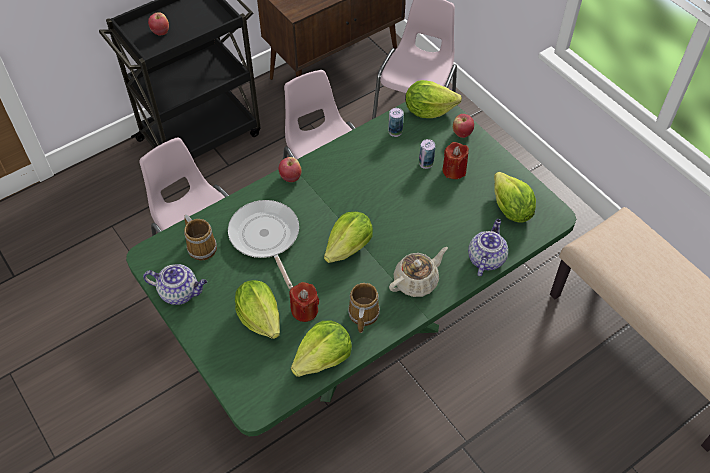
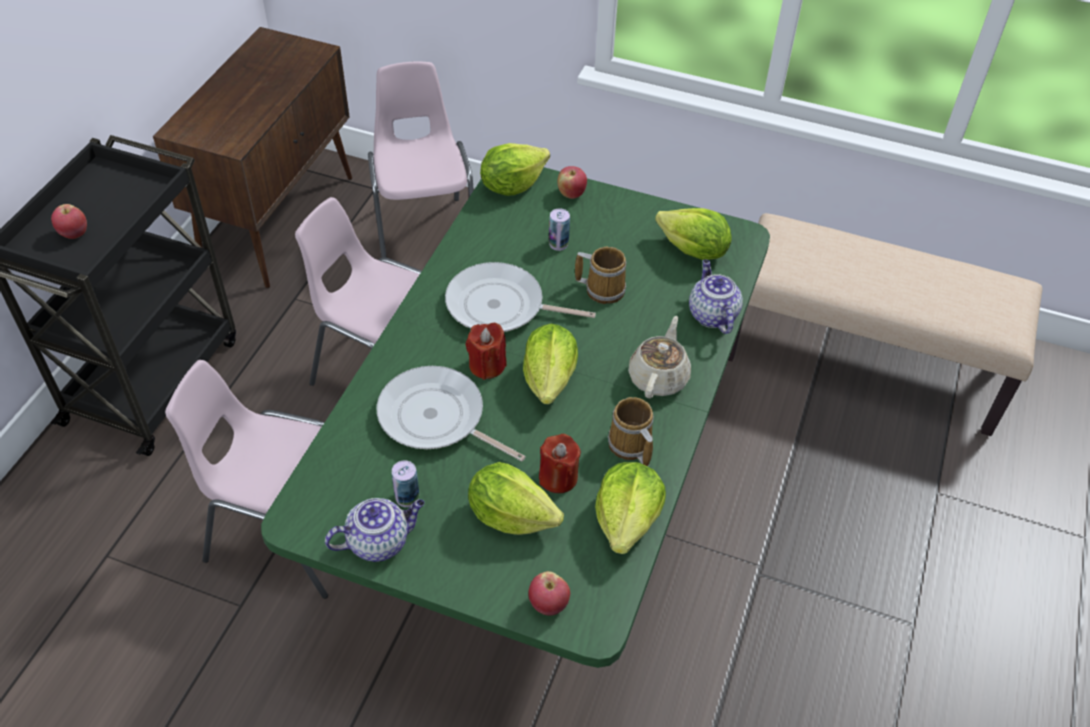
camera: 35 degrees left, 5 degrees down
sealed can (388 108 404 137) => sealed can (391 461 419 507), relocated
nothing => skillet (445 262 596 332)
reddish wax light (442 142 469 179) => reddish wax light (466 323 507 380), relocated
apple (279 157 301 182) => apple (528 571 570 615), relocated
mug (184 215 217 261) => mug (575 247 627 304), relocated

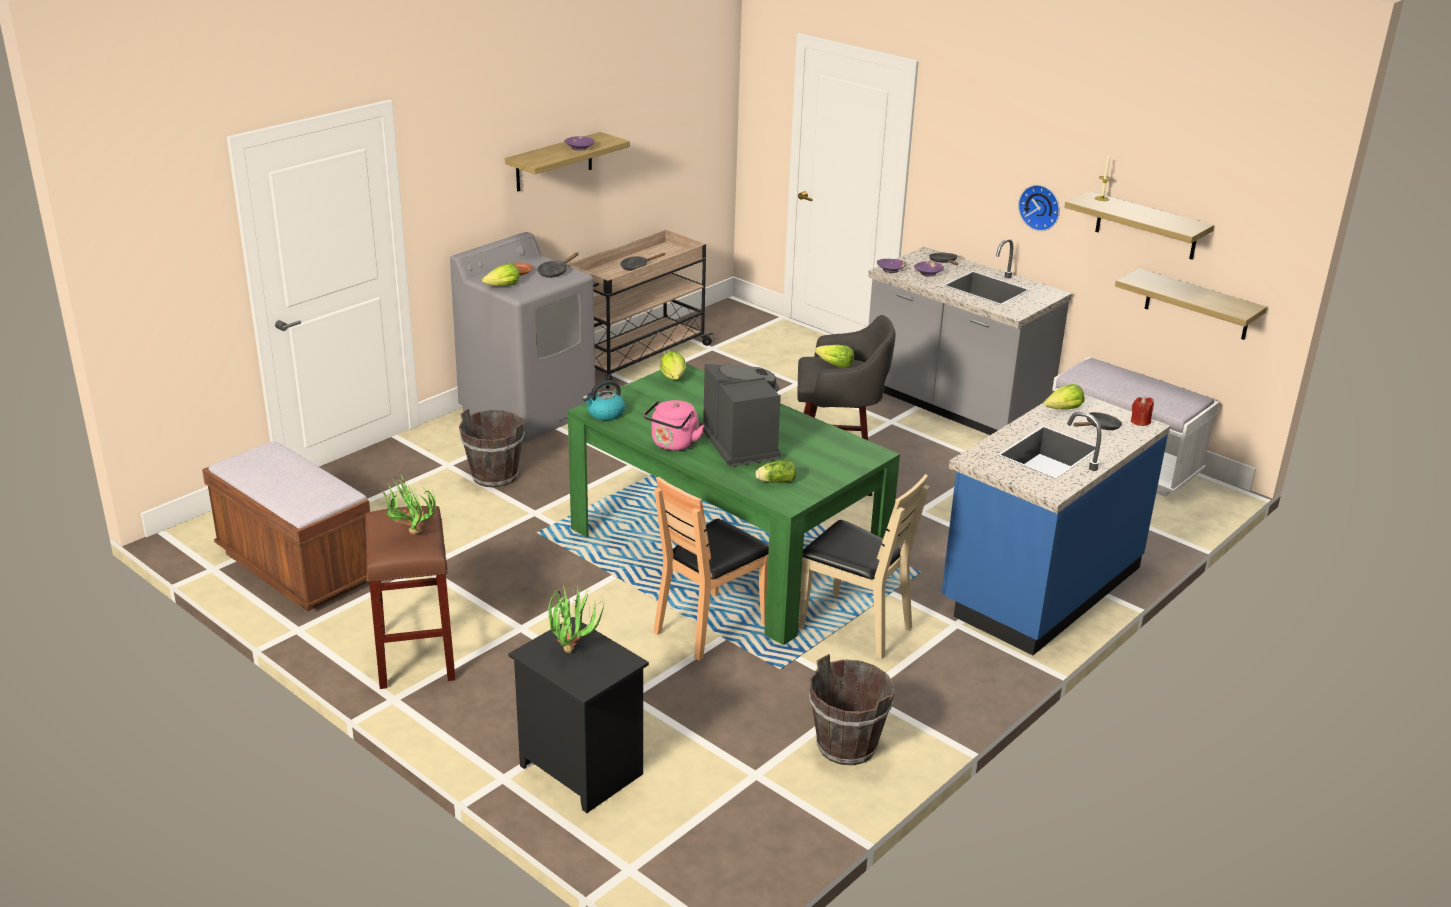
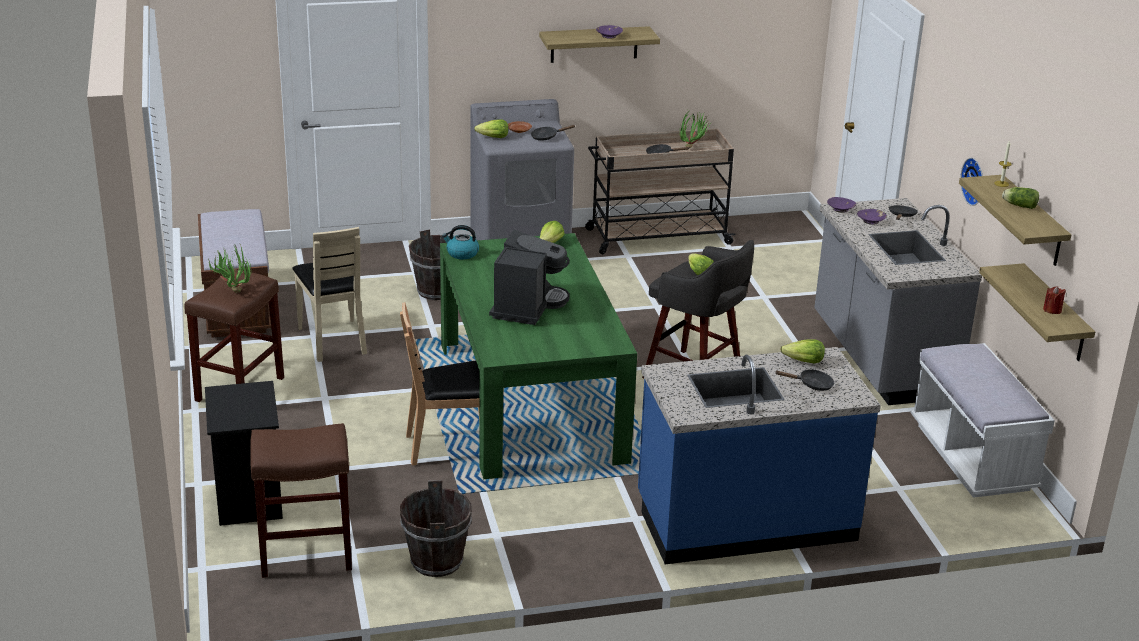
camera: 35 degrees right, 0 degrees up
nothing => brown stool seat (250 423 352 578)
beige-coloured chair (798 474 929 659) => beige-coloured chair (293 227 367 362), relocated
houseplant (548 585 605 653) => houseplant (679 111 709 148), relocated
head of lettuce (756 460 796 483) => head of lettuce (1002 187 1039 209), relocated
reddish wax light (1131 397 1154 426) => reddish wax light (1043 286 1066 314), relocated
pink-coloured water kettle (644 400 705 451) => nothing

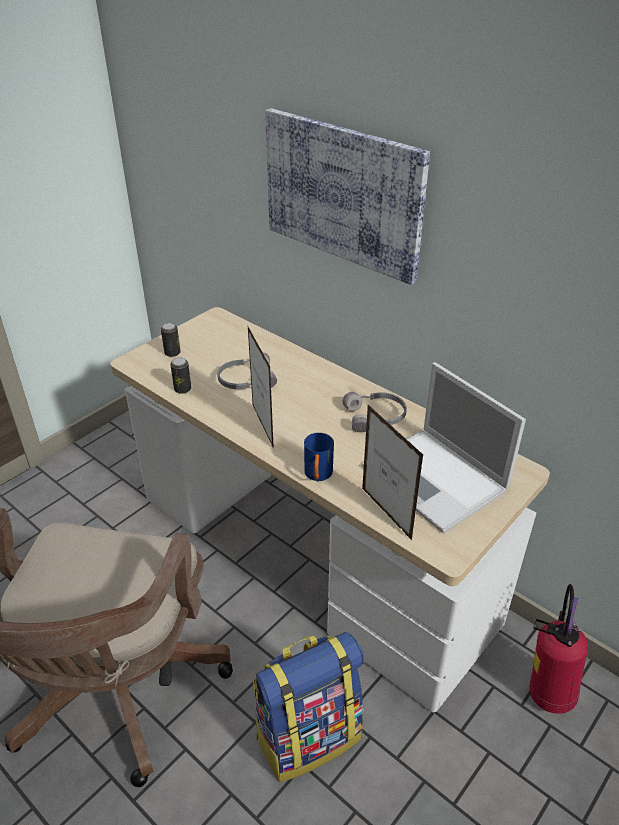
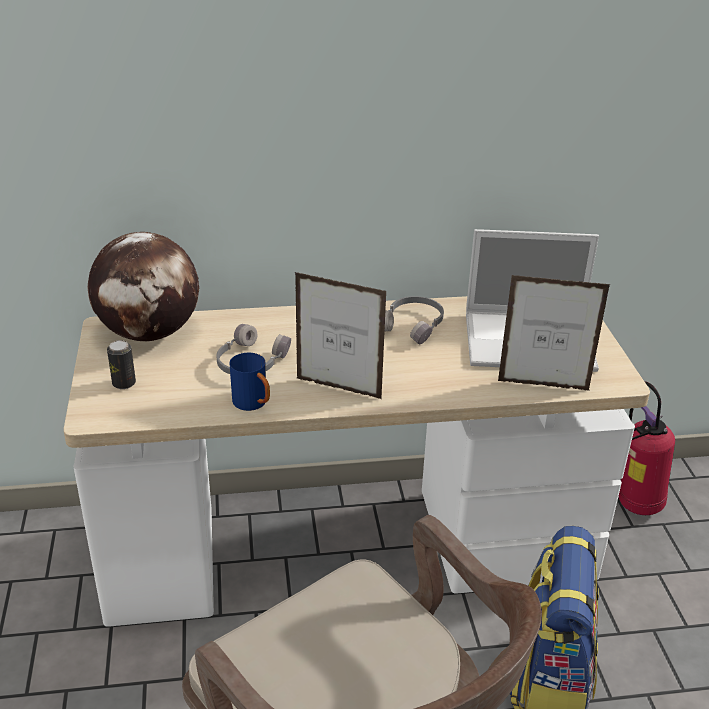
camera: 50 degrees left, 5 degrees down
nothing => world globe (88 232 199 341)
blue mug (304 433 334 481) => blue mug (229 353 270 411), relocated
sealed can (170 357 191 394) => nothing
wall art (265 108 430 285) => nothing

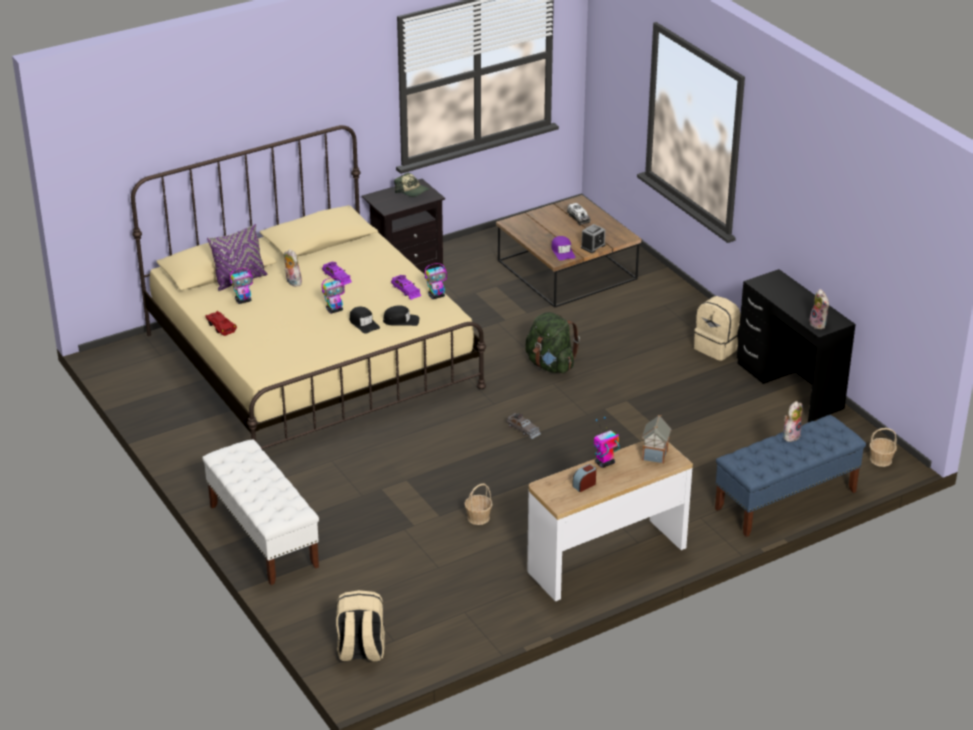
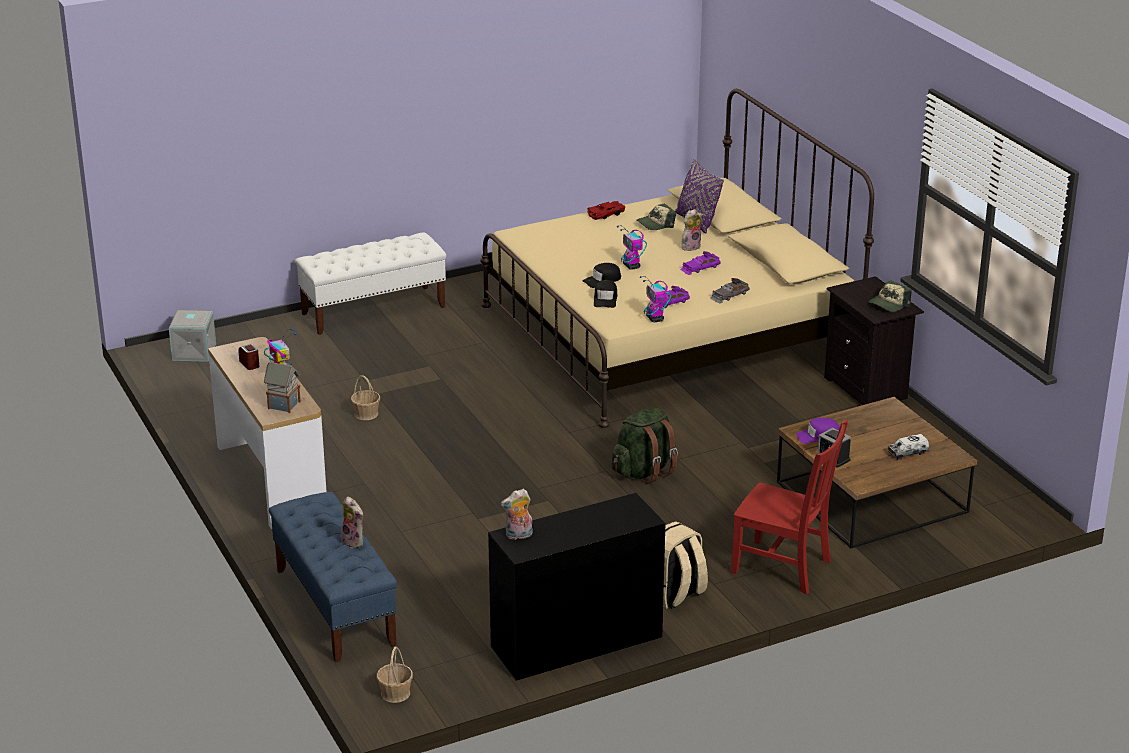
camera: 95 degrees right, 5 degrees down
beige-coloured rucksack (336 590 385 662) => gray storage box (169 310 216 362)
robot figure (230 268 253 304) => baseball cap (637 204 676 230)
gray toy car (506 413 541 439) => gray toy car (710 278 750 303), relocated
nothing => reddish chair (731 420 848 594)

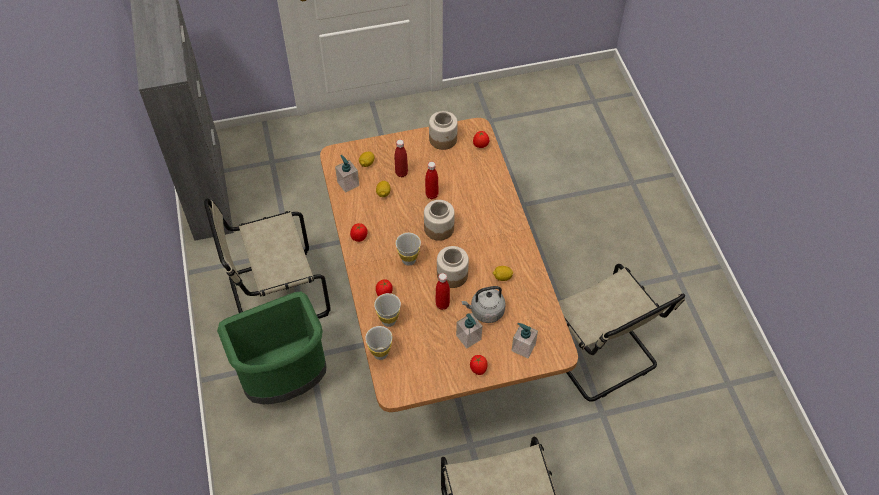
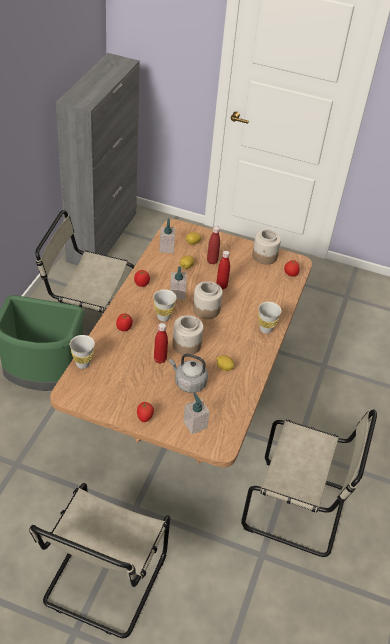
camera: 30 degrees right, 10 degrees down
soap bottle (456 313 482 349) => soap bottle (170 266 187 300), relocated
beige-coloured chair (558 264 685 402) => beige-coloured chair (241 409 377 557), 75 degrees counterclockwise
white-coloured small cup (374 293 401 327) => white-coloured small cup (258 302 281 334), relocated

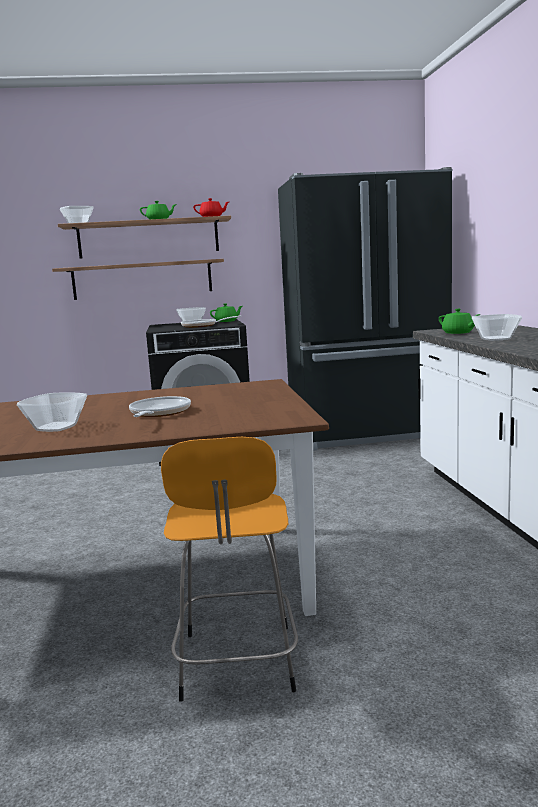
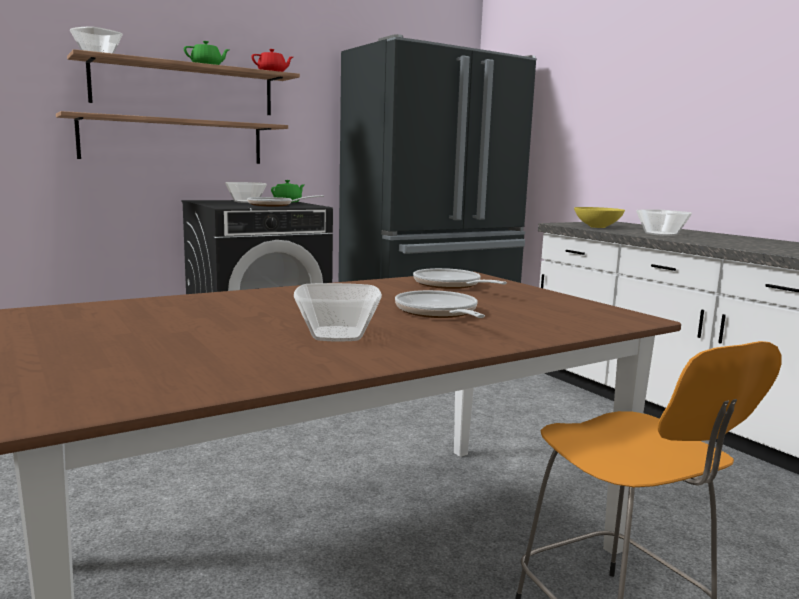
camera: 25 degrees left, 0 degrees up
nothing => skillet (413 268 507 289)
green teapot (439 309 481 334) => yellow-coloured deep dish (574 207 625 228)

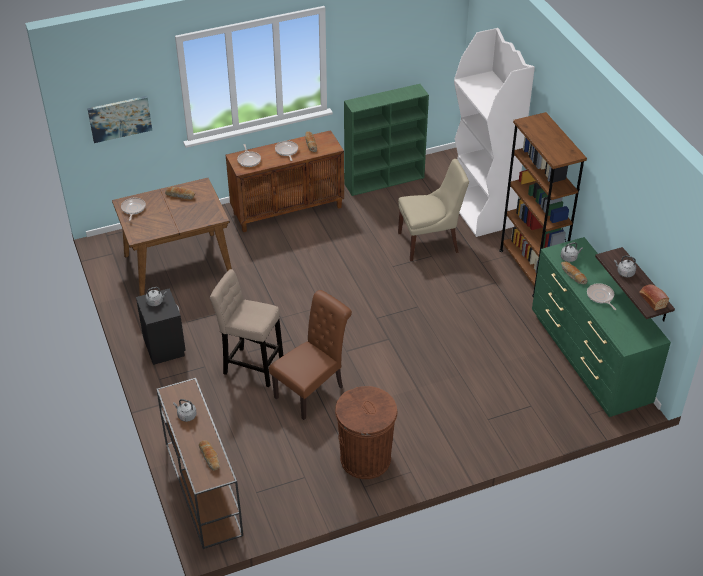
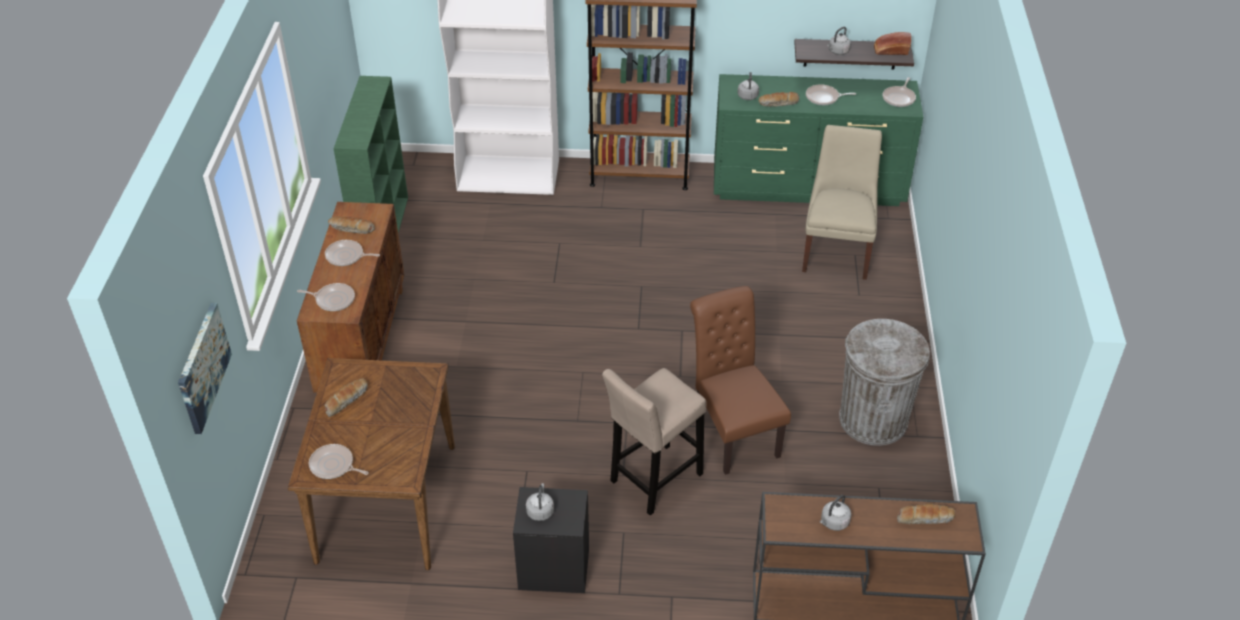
camera: 65 degrees left, 0 degrees up
beige-coloured chair (398 159 469 261) => beige-coloured chair (802 125 882 280), relocated
brown waste bin (335 386 397 479) => gray waste bin (839 319 930 446)
nothing => skillet (883 77 916 107)

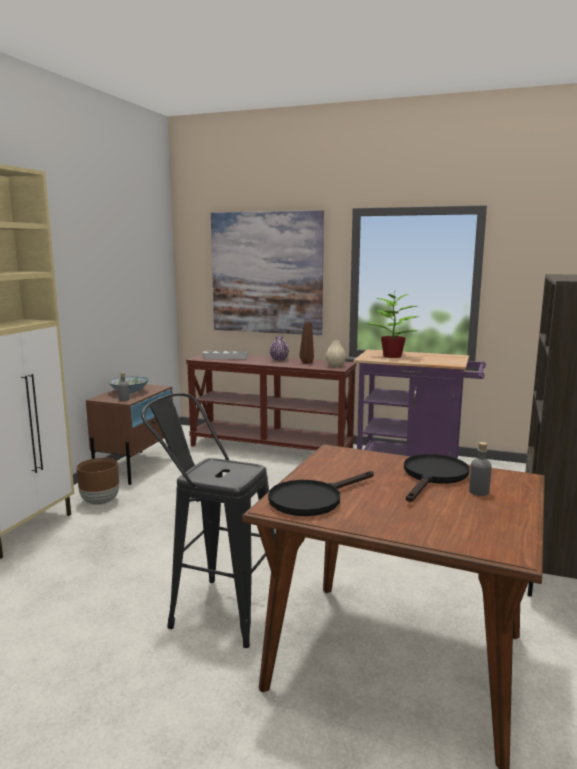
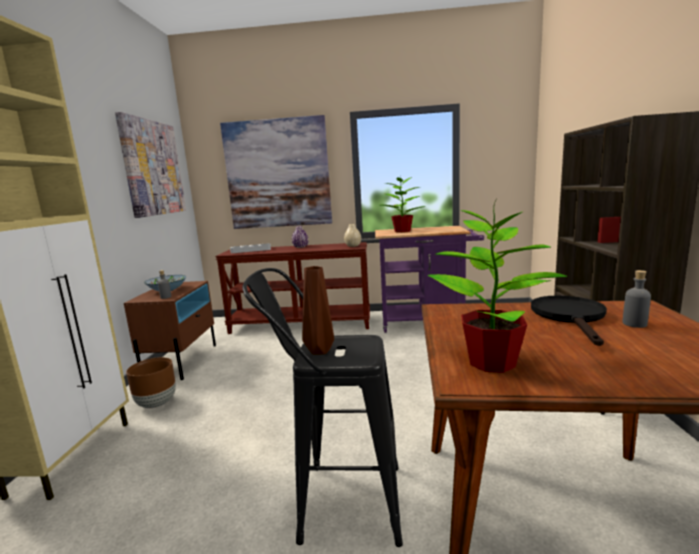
camera: 15 degrees left, 0 degrees up
nothing => wall art (115 112 186 218)
brown vase (299 322 314 364) => brown vase (302 266 334 355), relocated
blackish skillet (268 471 374 516) => houseplant (427 200 568 373)

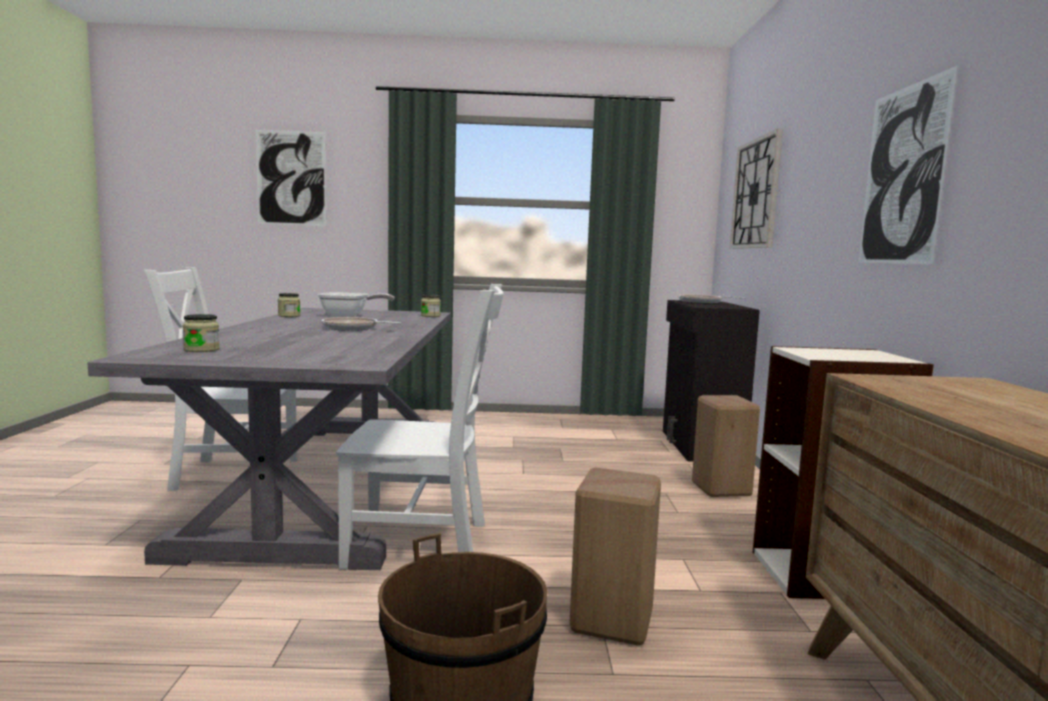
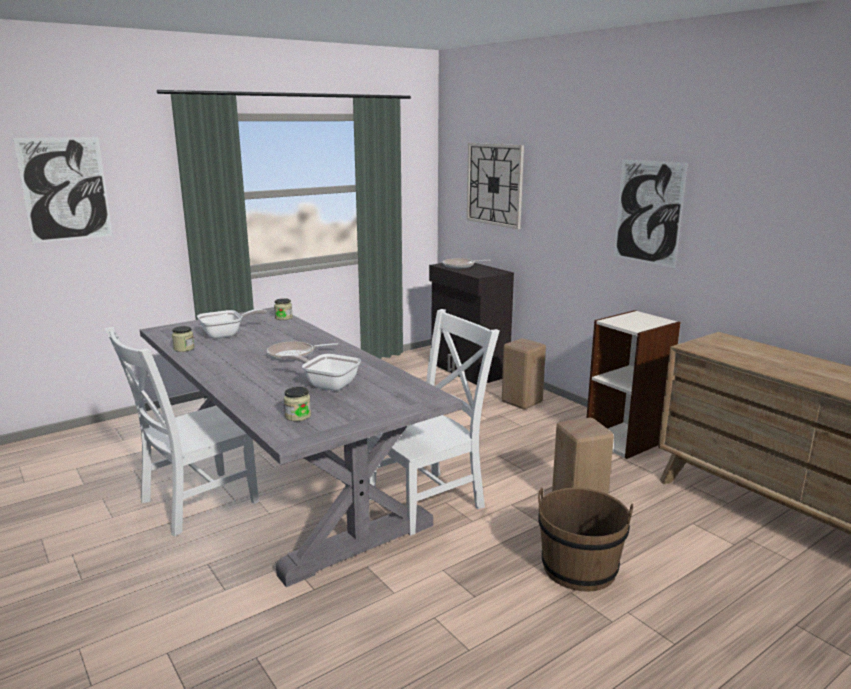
camera: 35 degrees left, 10 degrees up
nothing => skillet (281 354 361 391)

